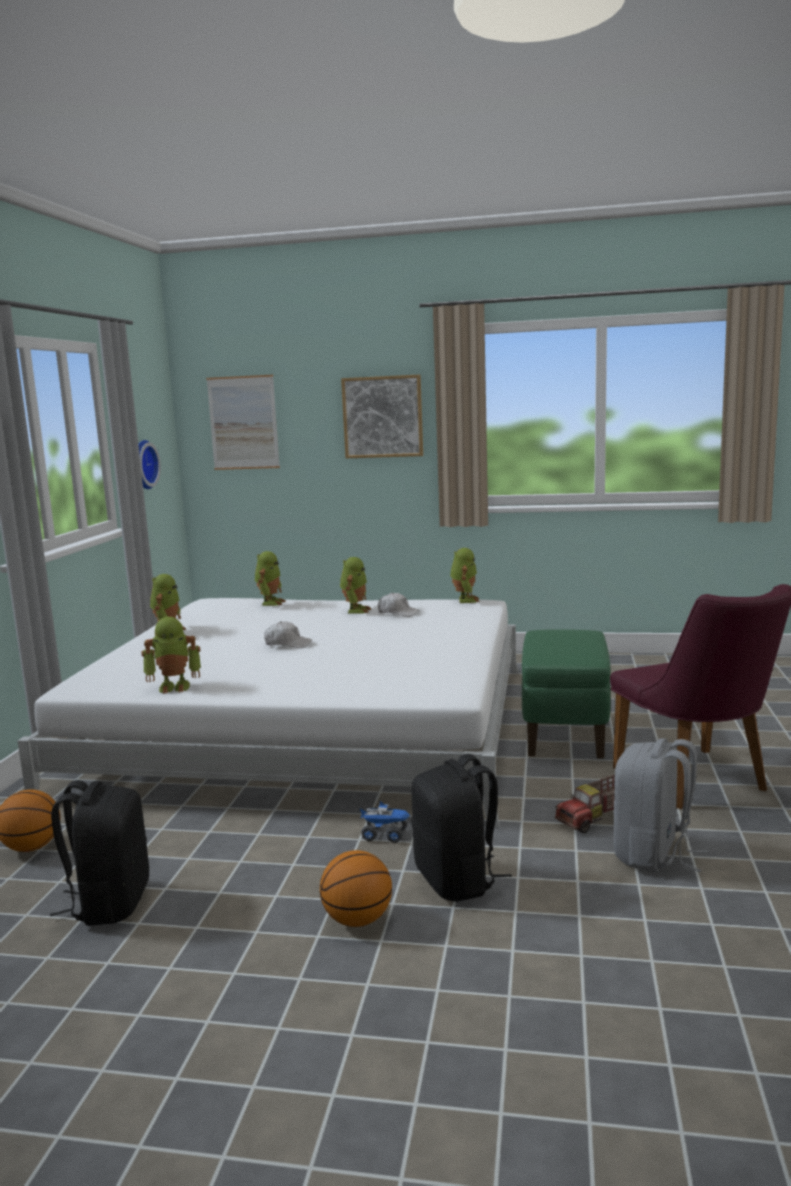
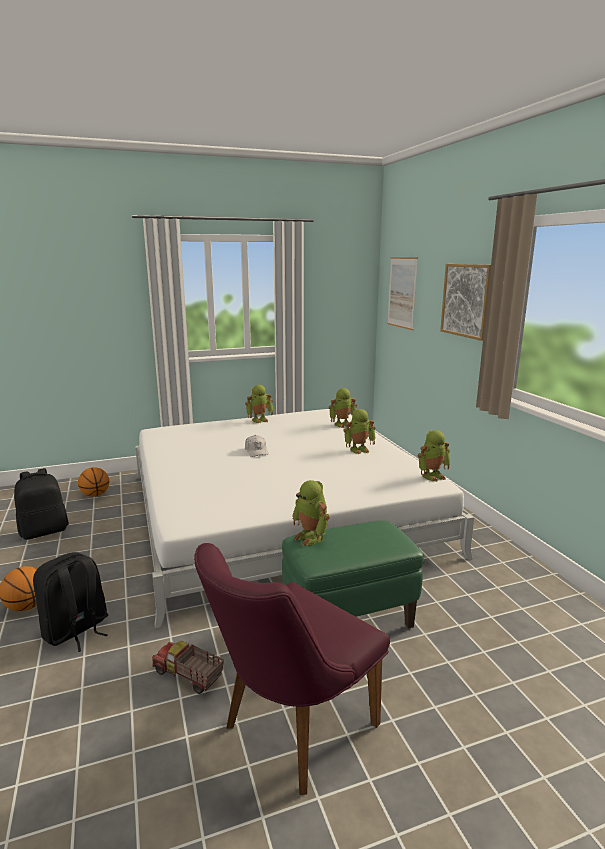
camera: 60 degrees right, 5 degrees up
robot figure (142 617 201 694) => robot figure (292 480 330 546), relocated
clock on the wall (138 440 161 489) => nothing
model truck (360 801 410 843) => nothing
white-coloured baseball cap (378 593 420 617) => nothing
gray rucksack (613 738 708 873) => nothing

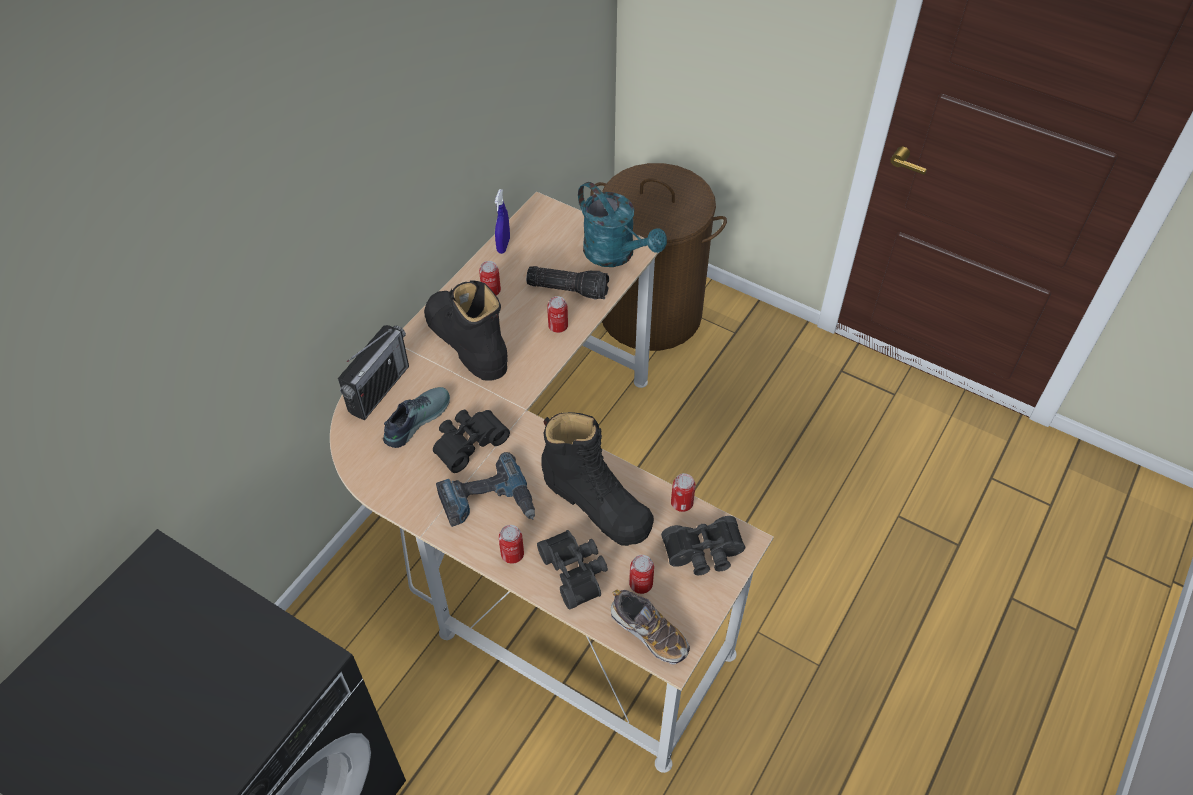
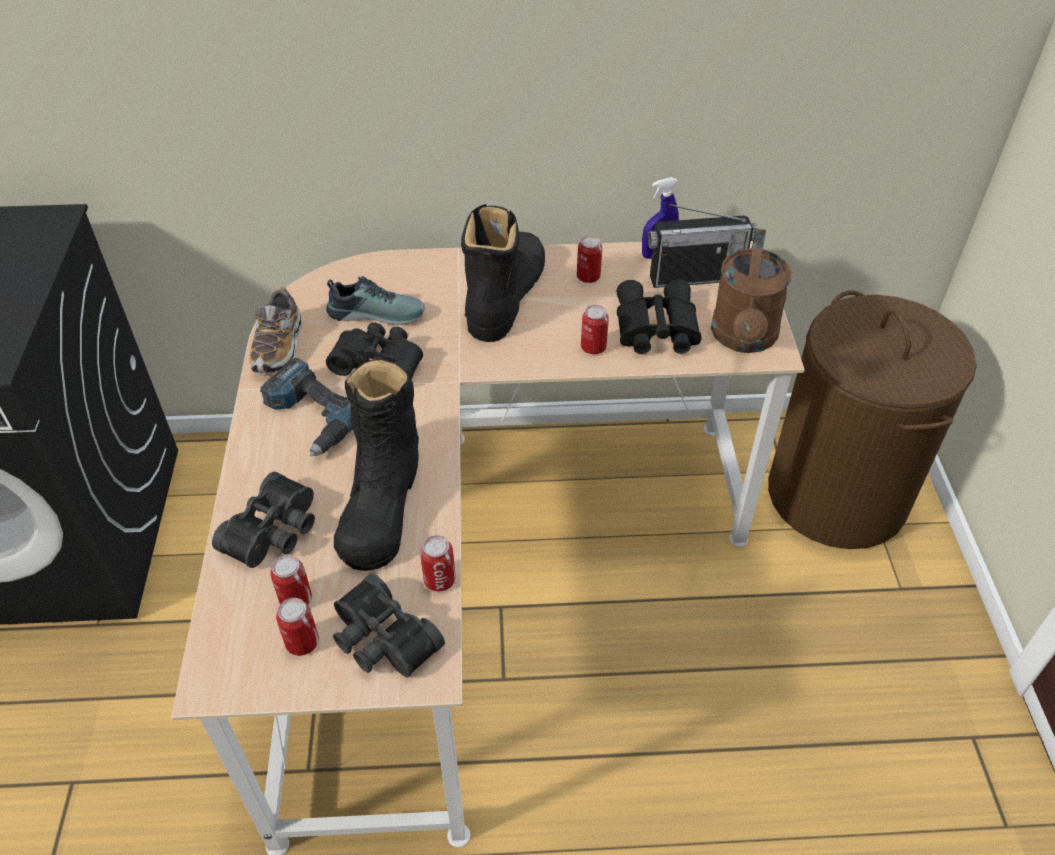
camera: 55 degrees right, 5 degrees down
low shoe (611 590 690 665) => low shoe (249 287 302 374), relocated
sealed can (499 525 524 564) => sealed can (276 598 319 656), relocated
hand torch (526 266 609 300) => blackish binoculars (616 279 702 354)
radio set (338 325 409 421) => radio set (648 204 758 288), relocated
turquoise sprinkling can (578 182 667 267) => brown sprinkling can (711 229 791 353)

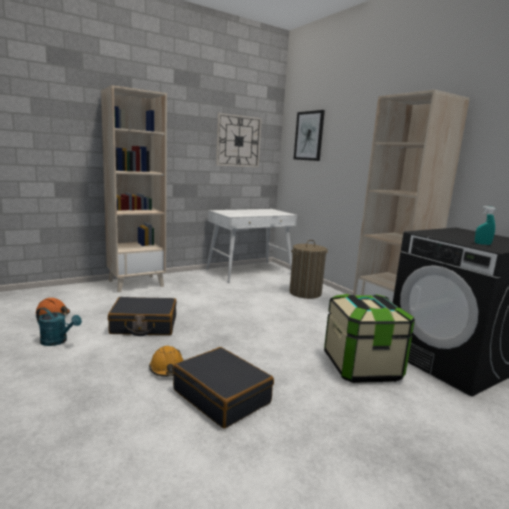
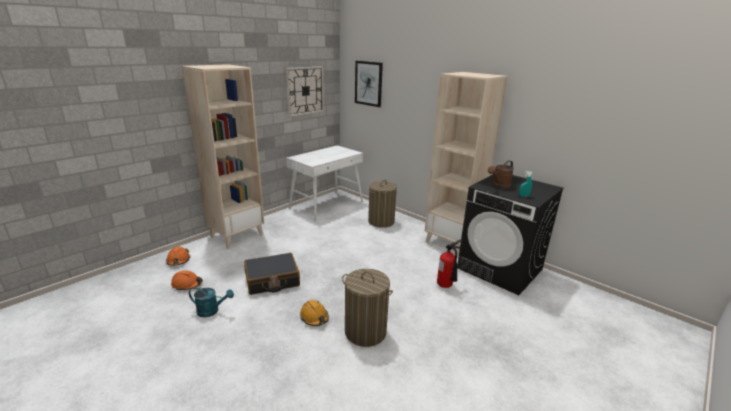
camera: 15 degrees left, 10 degrees up
nothing => orange-coloured safety helmet (166 247 190 266)
blackish suitcase (173 347 274 428) => laundry basket (342 269 393 347)
storage box (324 294 415 383) => fire extinguisher (437 239 462 288)
nothing => brown sprinkling can (488 160 514 189)

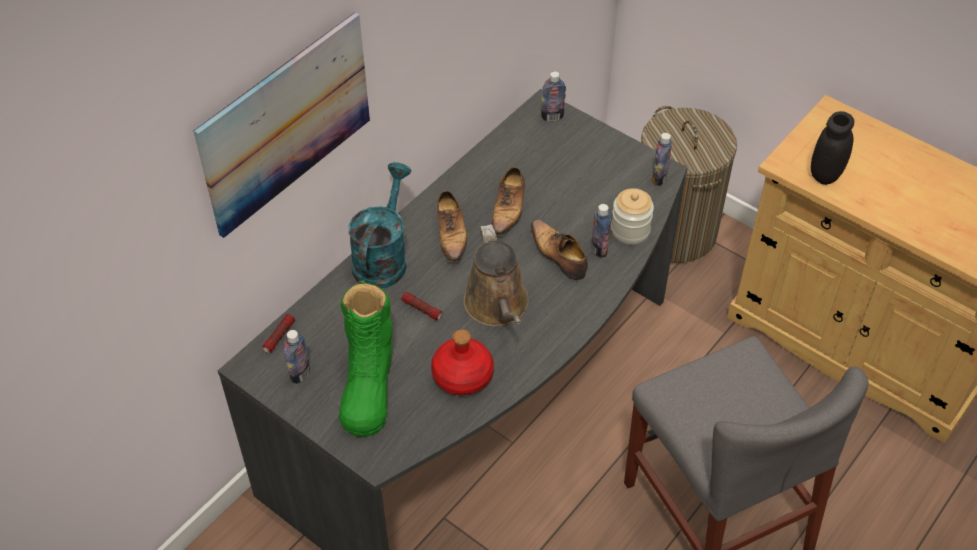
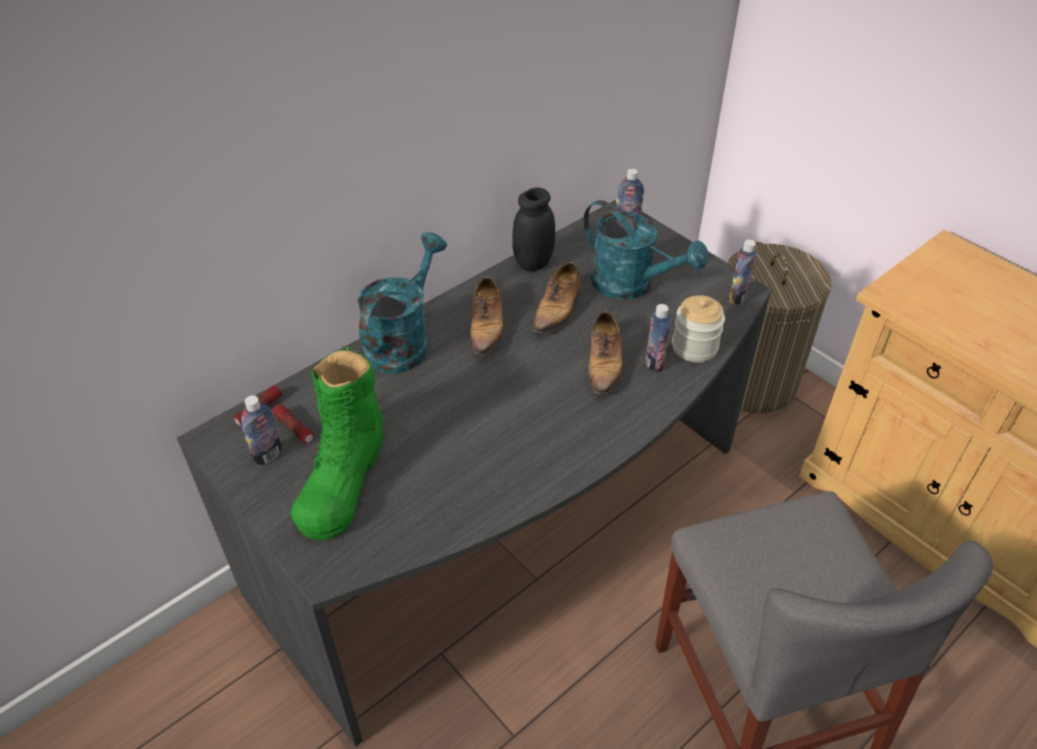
camera: 10 degrees right, 5 degrees down
hand torch (401 291 442 320) => hand torch (272 404 313 443), relocated
blackish storage jar (811 111 854 185) => blackish storage jar (512 188 555 272), relocated
nothing => turquoise sprinkling can (583 200 708 300)
low shoe (531 219 588 280) => low shoe (588 311 623 398), 150 degrees counterclockwise
wall art (194 12 370 238) => nothing
reddish bottle (431 329 494 395) => nothing
brown sprinkling can (463 224 529 327) => nothing

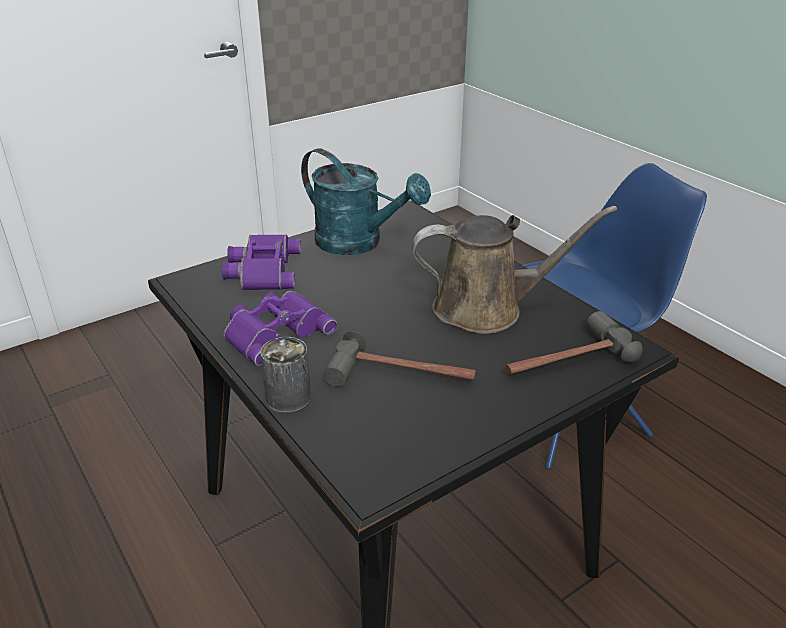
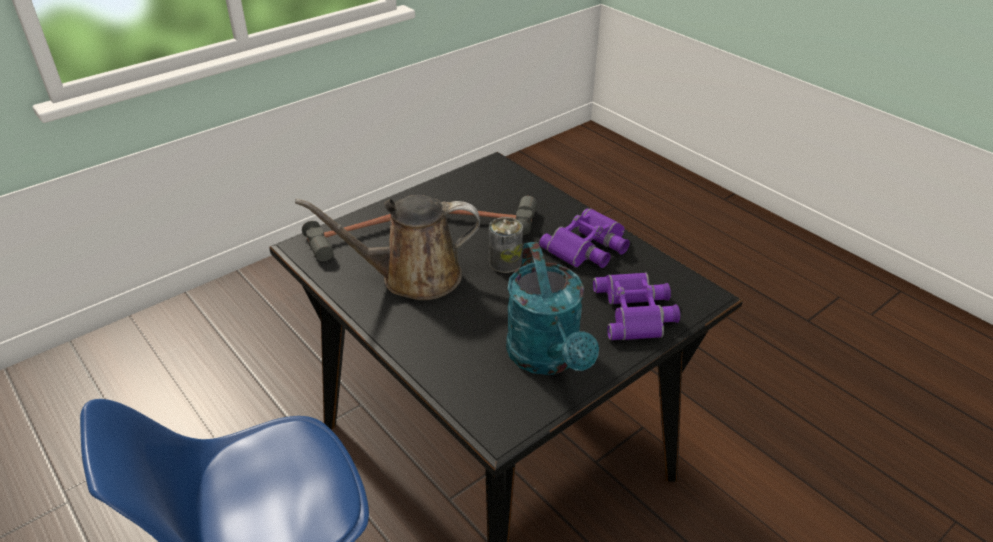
camera: 175 degrees right, 5 degrees up
sealed can (260 337 311 413) => sealed can (489 217 523 273), relocated
turquoise sprinkling can (301 148 431 255) => turquoise sprinkling can (506 242 599 375), 135 degrees counterclockwise

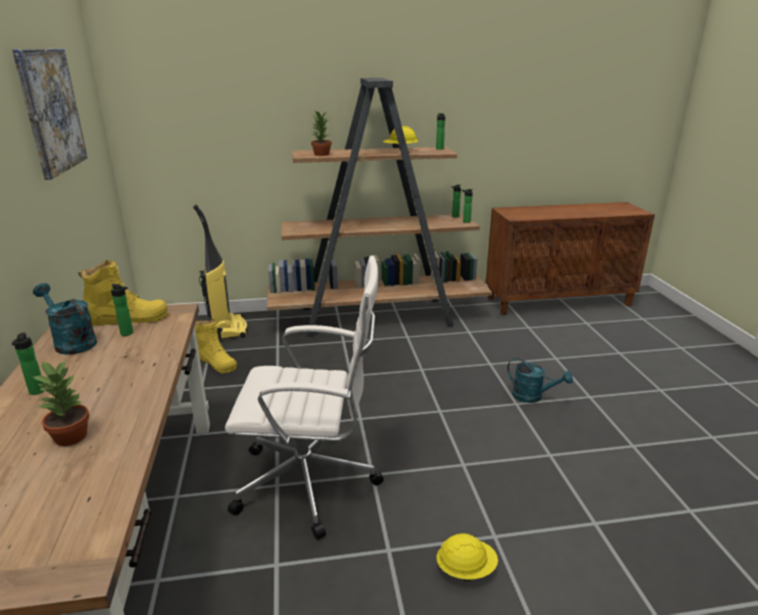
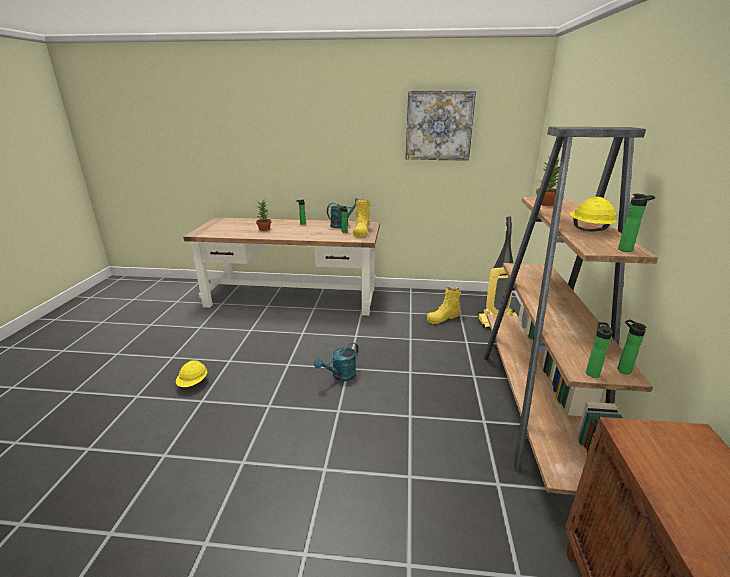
camera: 105 degrees right, 0 degrees up
turquoise sprinkling can (507 358 573 403) => turquoise sprinkling can (314 342 359 381), relocated
white-coloured computer chair (225 256 384 540) => nothing

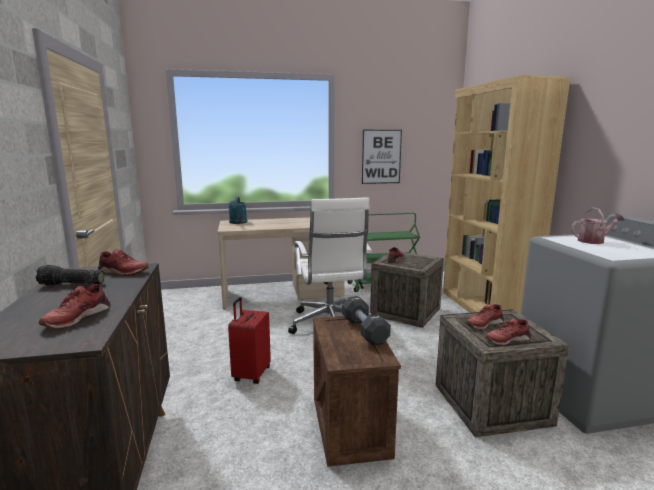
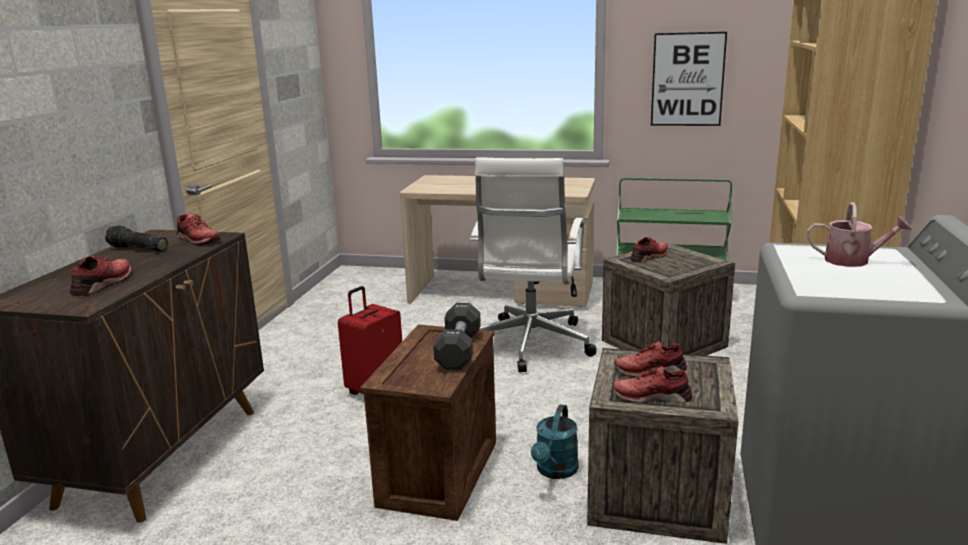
camera: 25 degrees right, 5 degrees up
reddish low shoe (39 284 110 329) => reddish low shoe (70 255 131 296), 150 degrees clockwise
turquoise sprinkling can (229 197 247 224) => turquoise sprinkling can (531 404 579 479), relocated

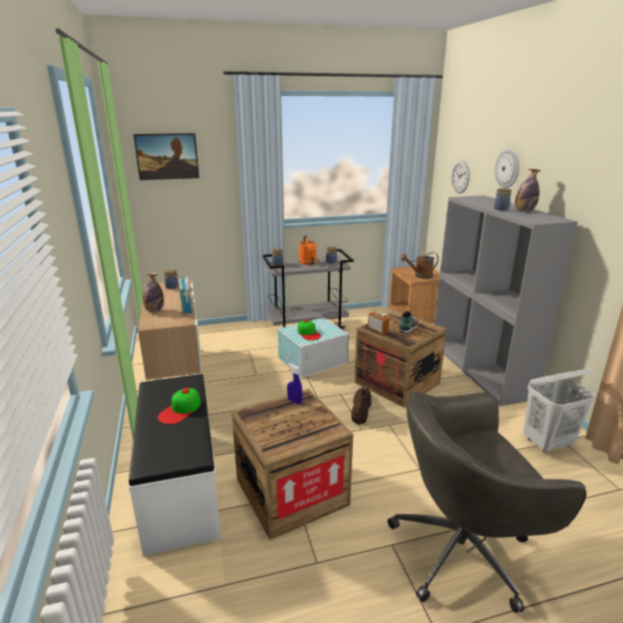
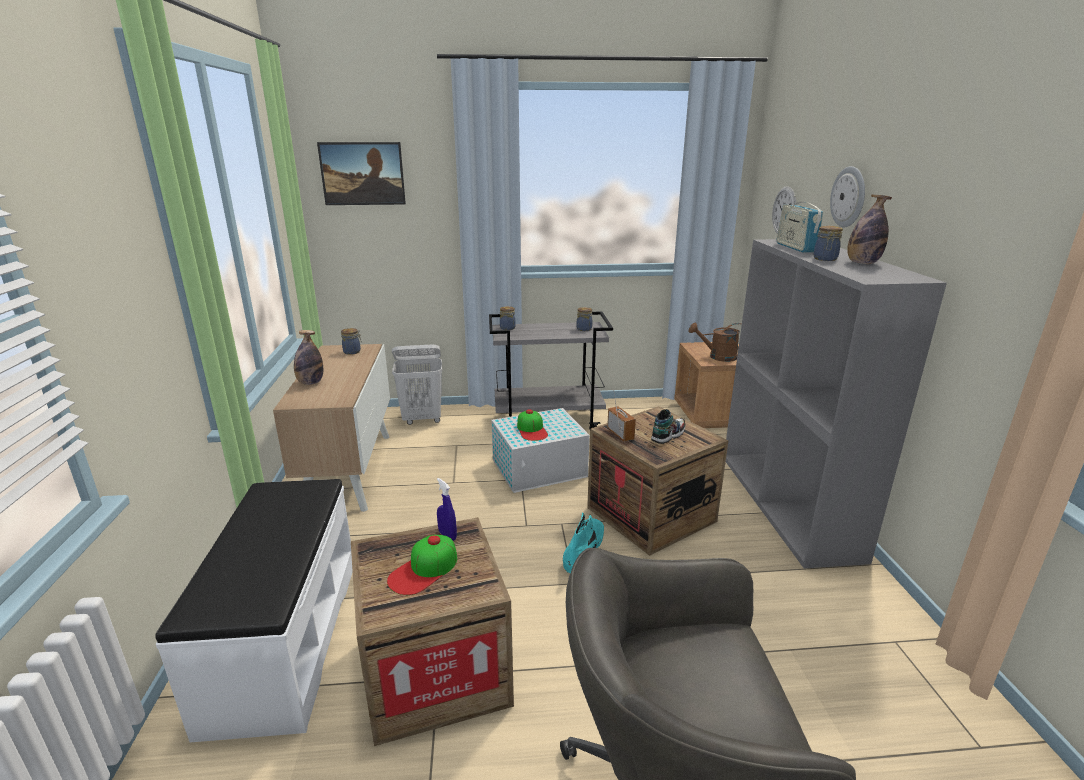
camera: 10 degrees right, 0 degrees up
baseball cap (158 388 201 424) => baseball cap (387 535 457 595), relocated
white-coloured laundry basket (523 368 595 453) => white-coloured laundry basket (392 345 442 425), relocated
brown boot (351 383 372 424) => turquoise boot (563 512 604 573)
radio set (178 273 192 314) => radio set (776 195 823 253), relocated
orange-coloured sprinkling can (299 236 317 265) => nothing

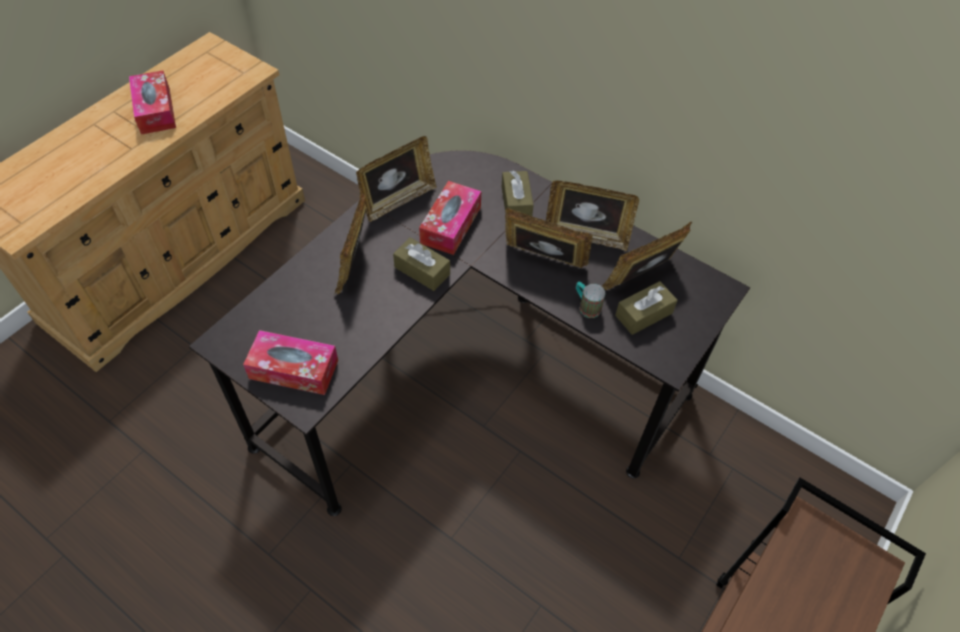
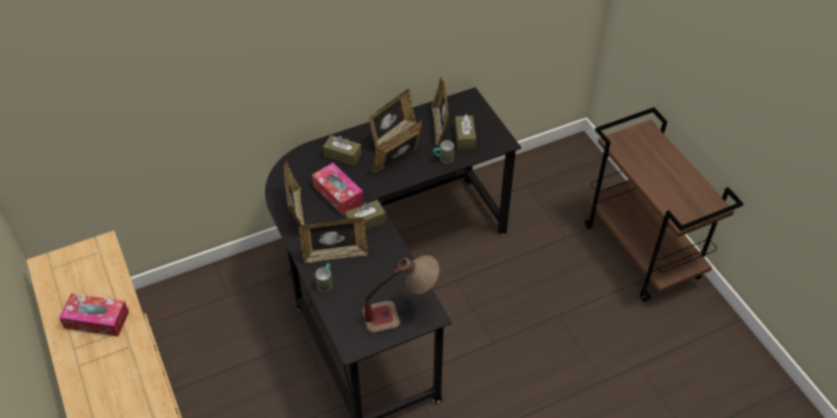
camera: 60 degrees left, 5 degrees down
standing frame (333 188 366 295) => standing frame (299 217 368 263), 45 degrees counterclockwise
nothing => mug (315 263 333 292)
tissue box (243 330 338 395) => table lamp (362 255 440 334)

